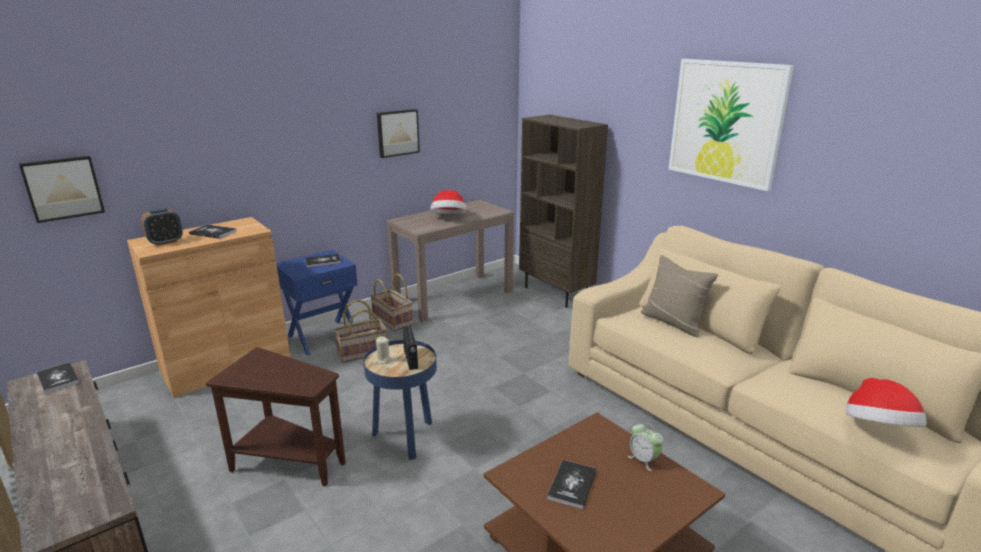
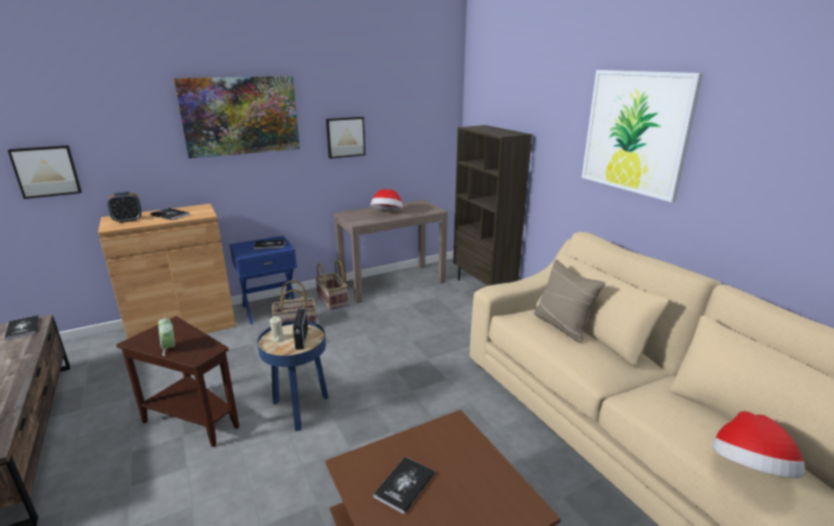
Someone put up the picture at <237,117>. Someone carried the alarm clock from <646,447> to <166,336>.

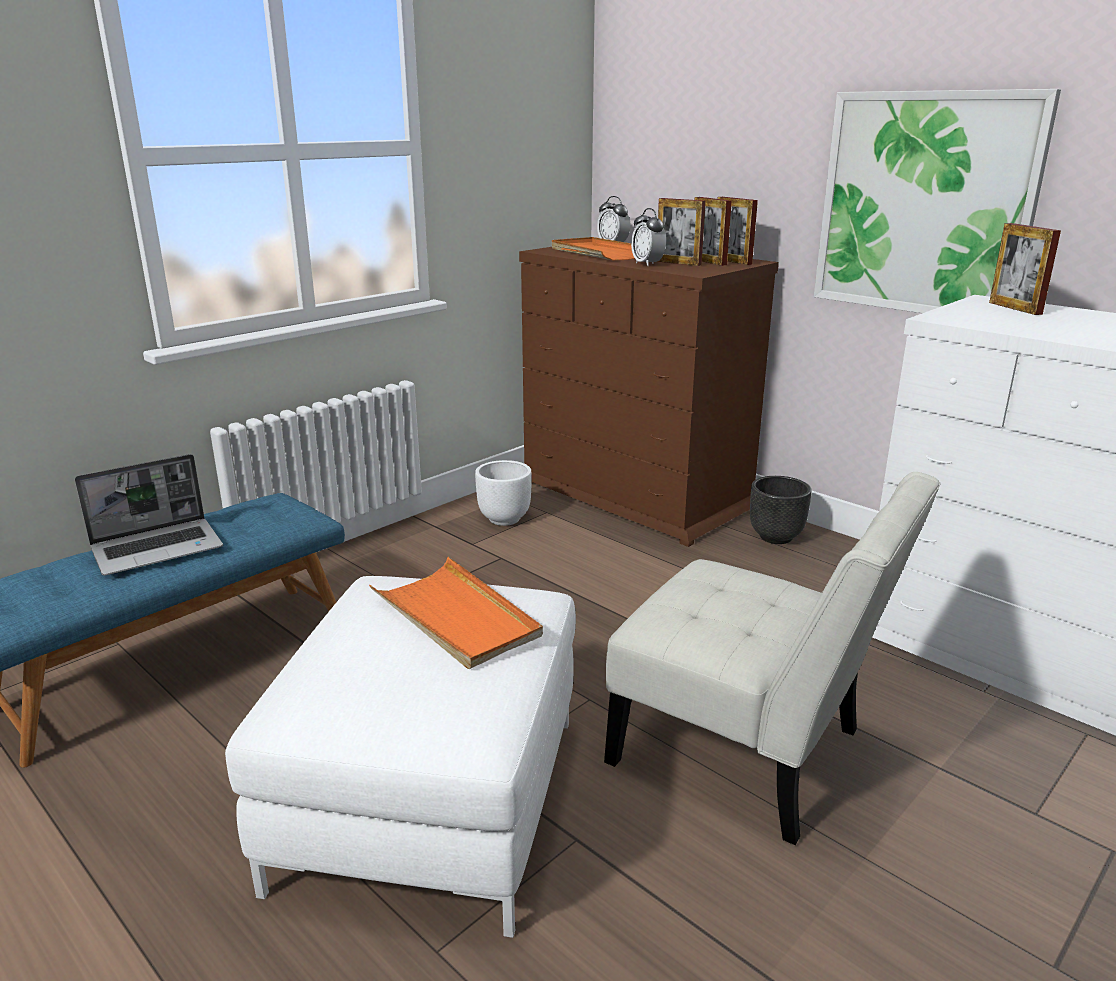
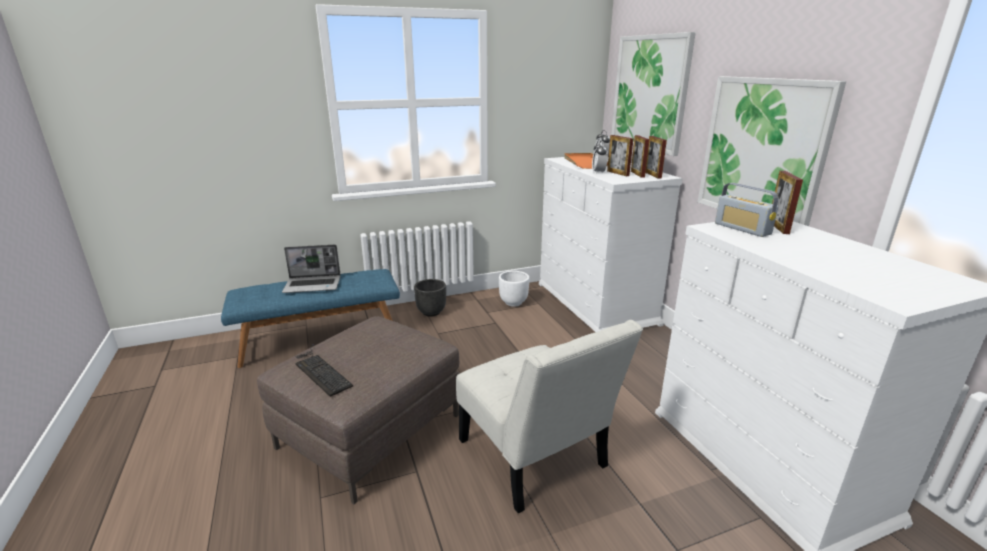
Someone took away the tray (orange) at <456,613>. Someone put down the keyboard at <324,370>. Someone put up the picture at <653,94>. Someone put down the radio at <746,210>. Someone carried the planter (black) from <781,510> to <430,298>. Someone repainted the ottoman (white) at <400,757>, which became the ottoman (brown) at <358,410>. Someone repainted the dresser (brown) at <649,397>, which became the dresser (white) at <610,244>.

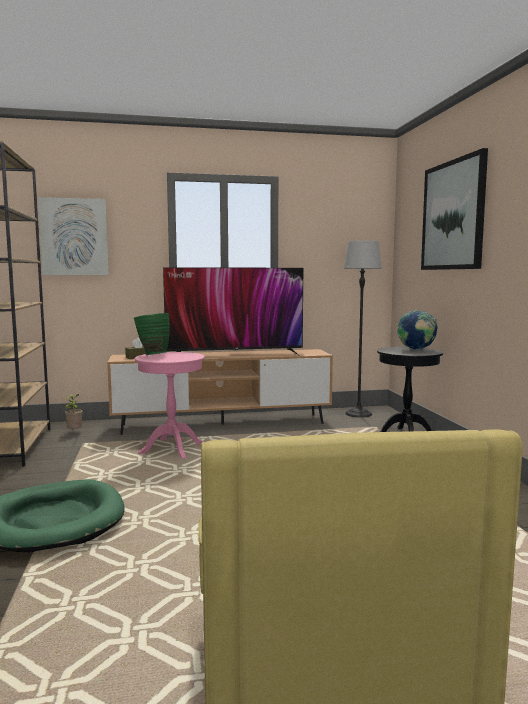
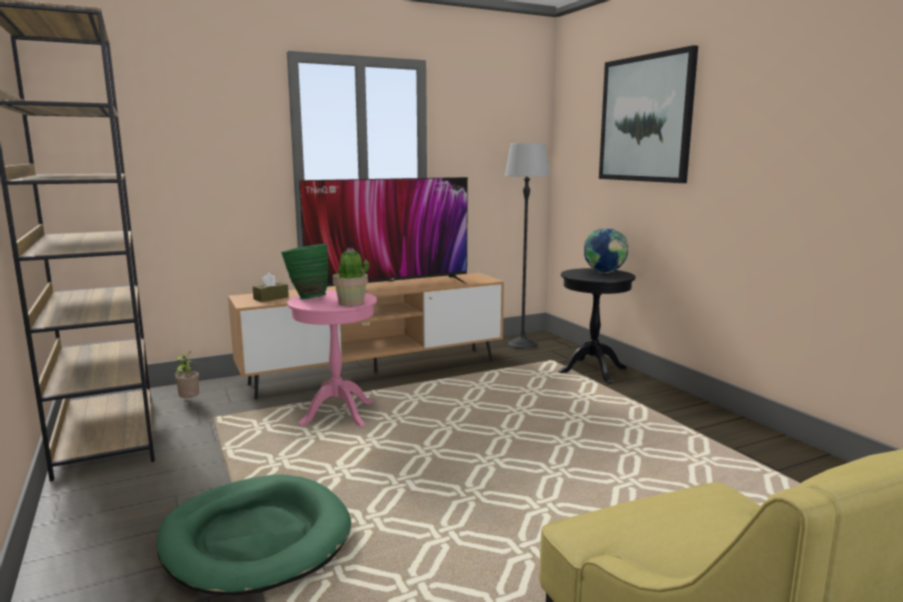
Someone took away the picture at <73,236>. Someone put down the potted plant at <351,276>.

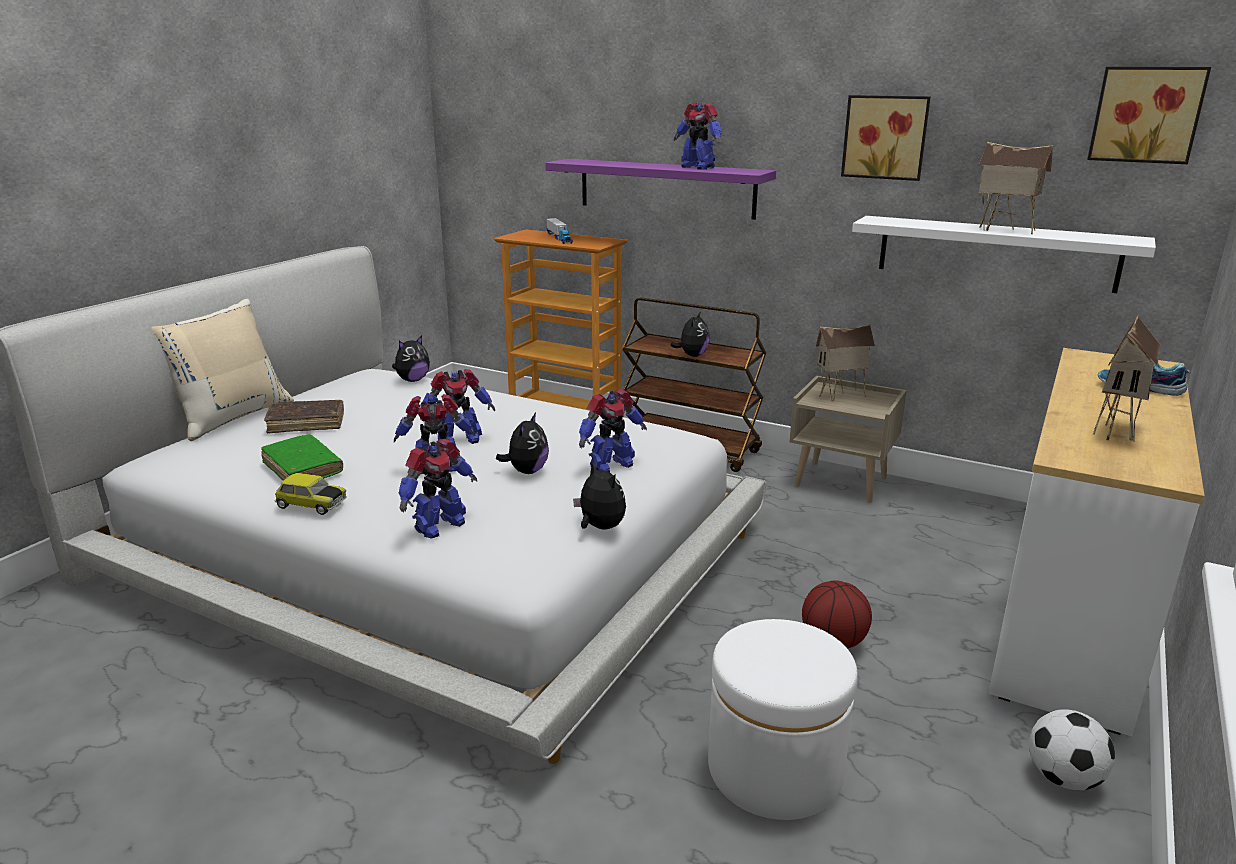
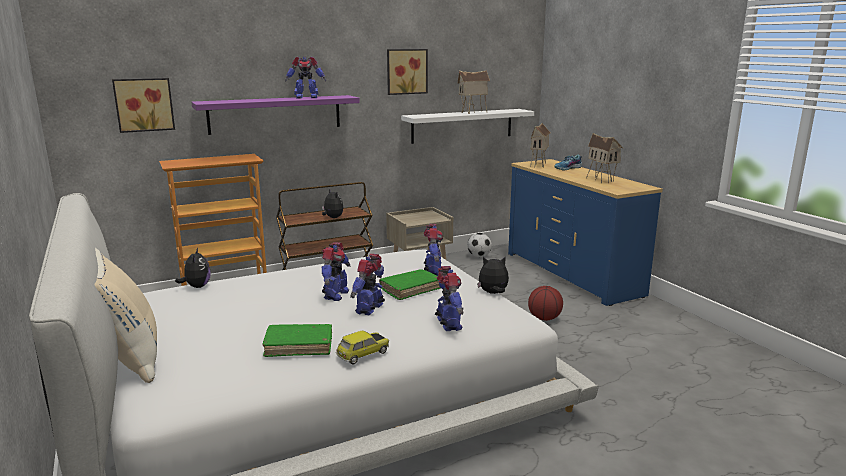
Someone took away the book (brown) at <304,417>. Someone took away the toy truck at <559,231>. Someone took away the ottoman (white) at <783,719>. Someone carried the toy house from <845,362> to <540,145>. Someone carried the football from <1072,749> to <479,245>. Someone carried the picture from <1149,115> to <143,105>. Someone swapped the plush toy at <522,443> for the book (green) at <410,284>. Someone repainted the dresser (white) at <1097,542>, which became the dresser (blue) at <585,232>.

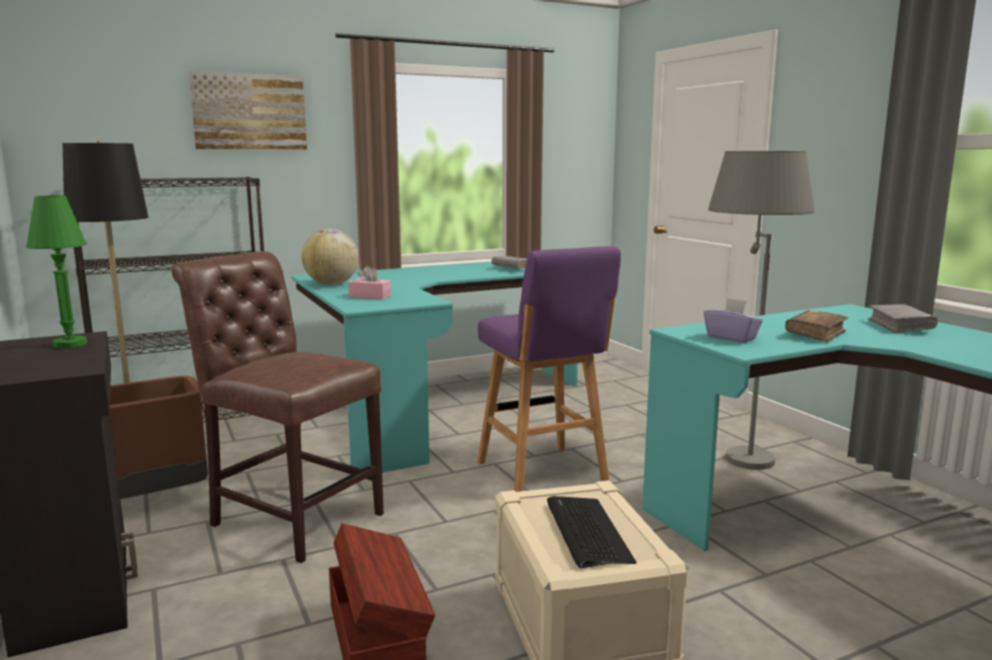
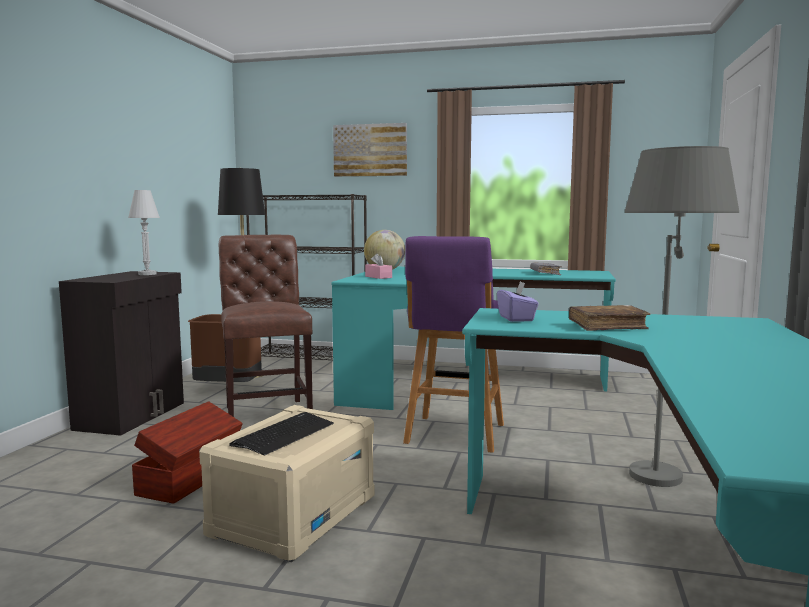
Someone took away the book (grey) at <903,318>. Someone repainted the table lamp (green) at <56,271>, which became the table lamp (white) at <144,232>.

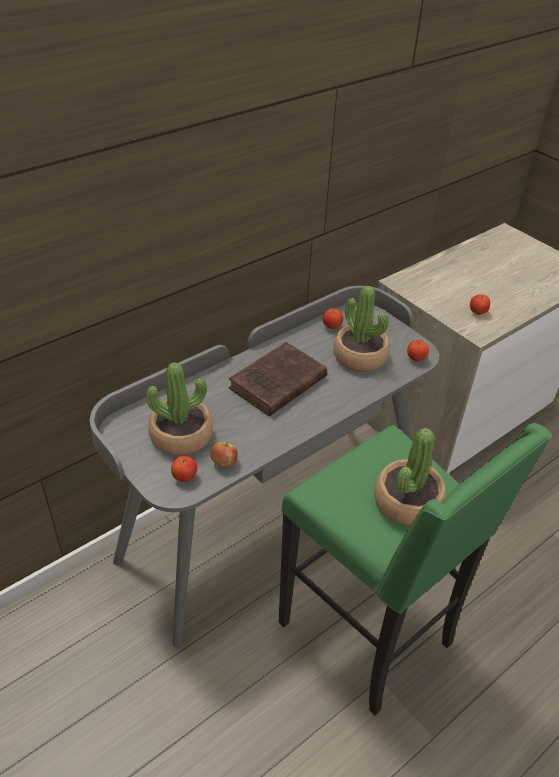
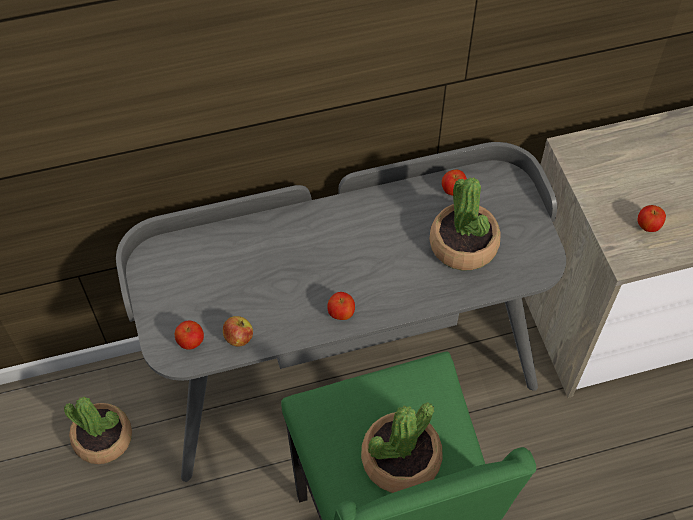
Someone took away the book (brown) at <278,379>. Someone carried the potted plant from <179,409> to <98,430>. Someone carried the apple from <418,350> to <341,306>.

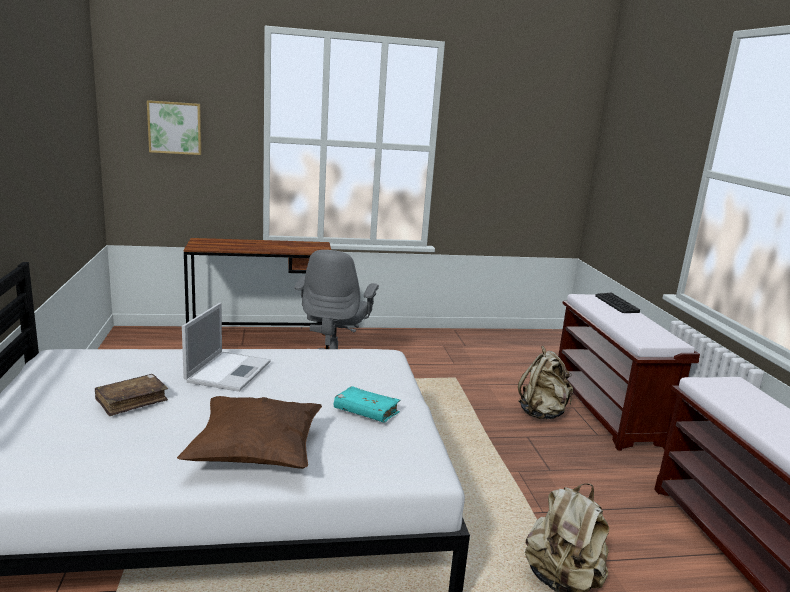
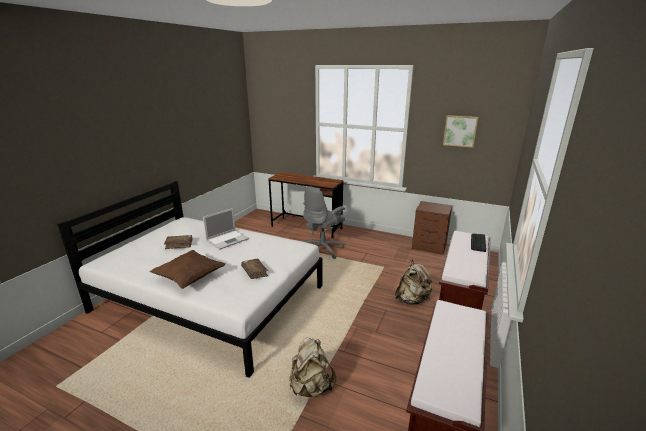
Someone put down the nightstand (brown) at <432,228>. Someone carried the picture from <174,127> to <460,131>. Someone repainted the book (turquoise) at <367,404>, which became the book (brown) at <254,268>.

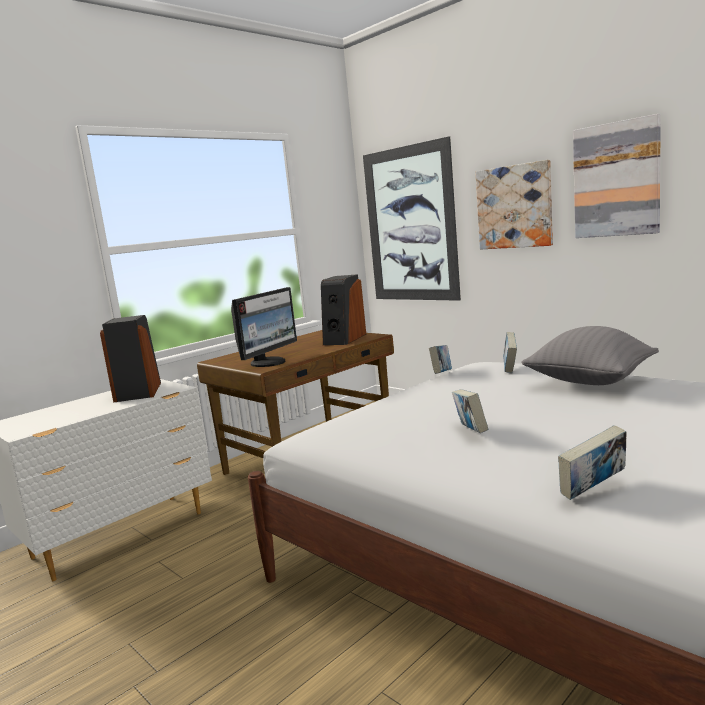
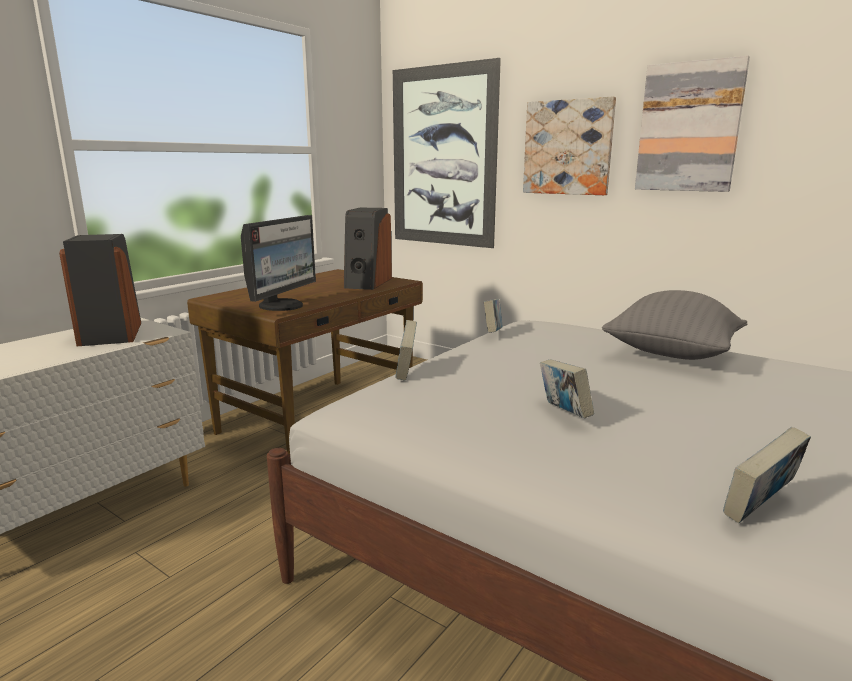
Someone carried the book from <510,352> to <406,350>.

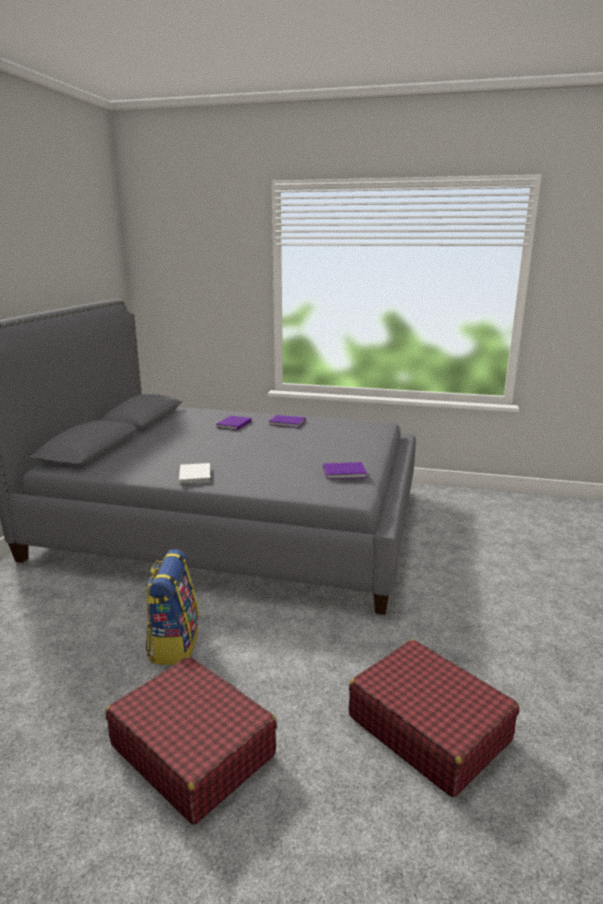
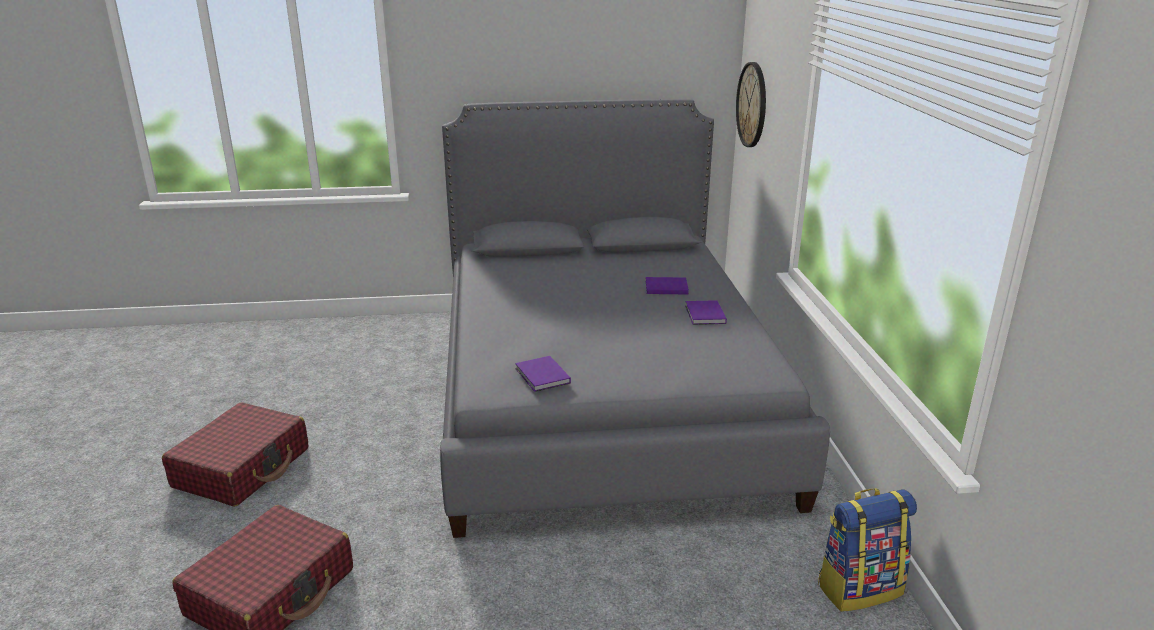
Someone took away the book (white) at <195,473>. Someone put up the wall clock at <751,104>. Someone carried the backpack from <172,607> to <867,550>.

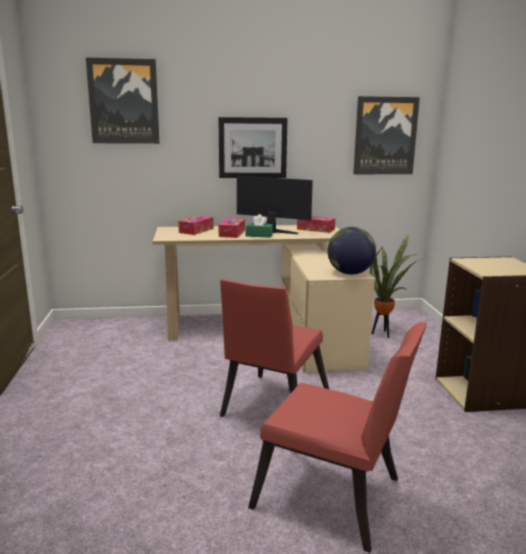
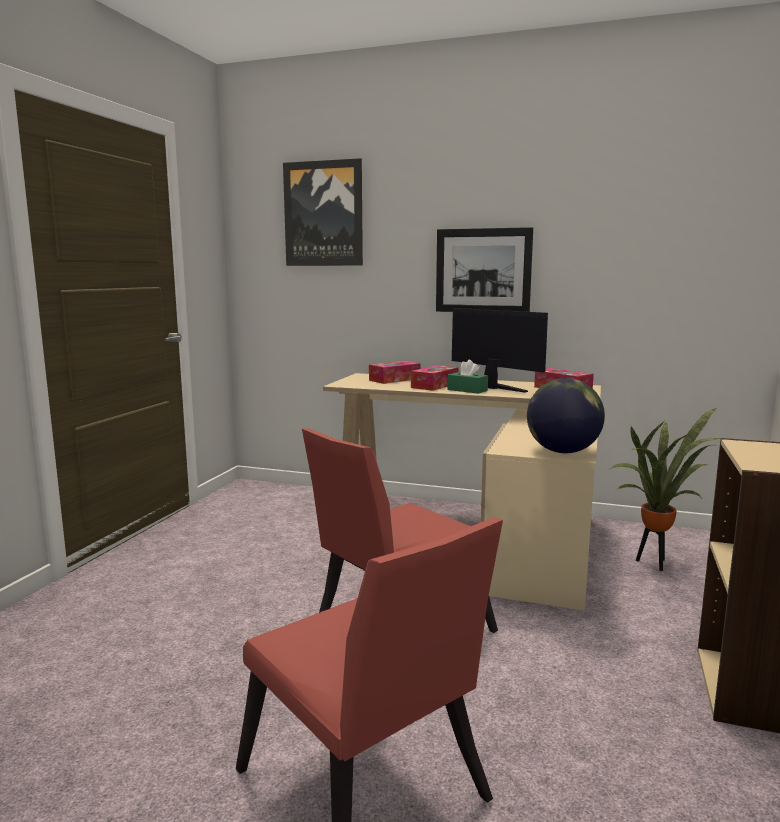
Someone took away the picture at <386,135>.

